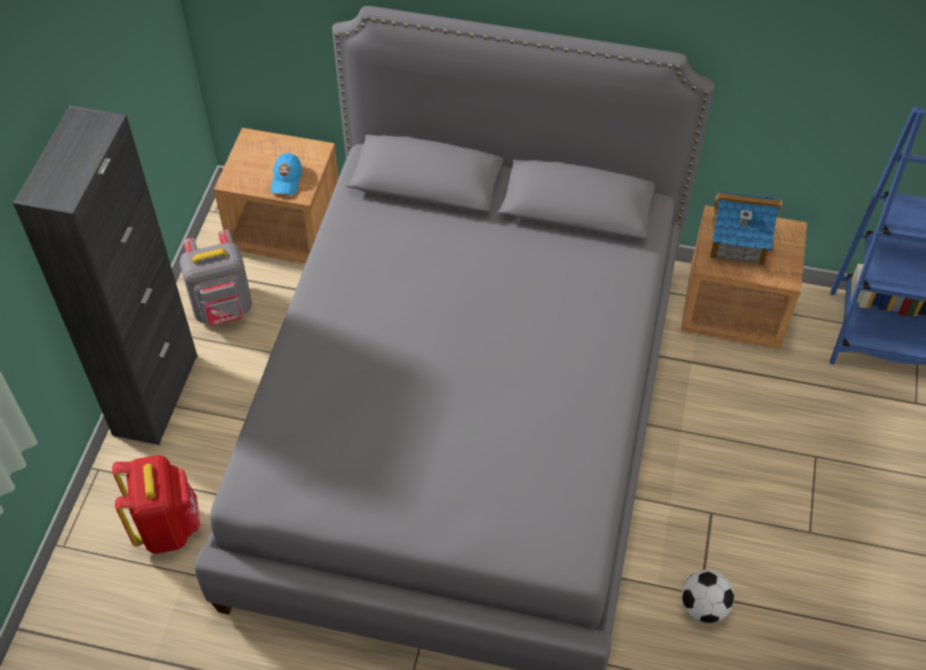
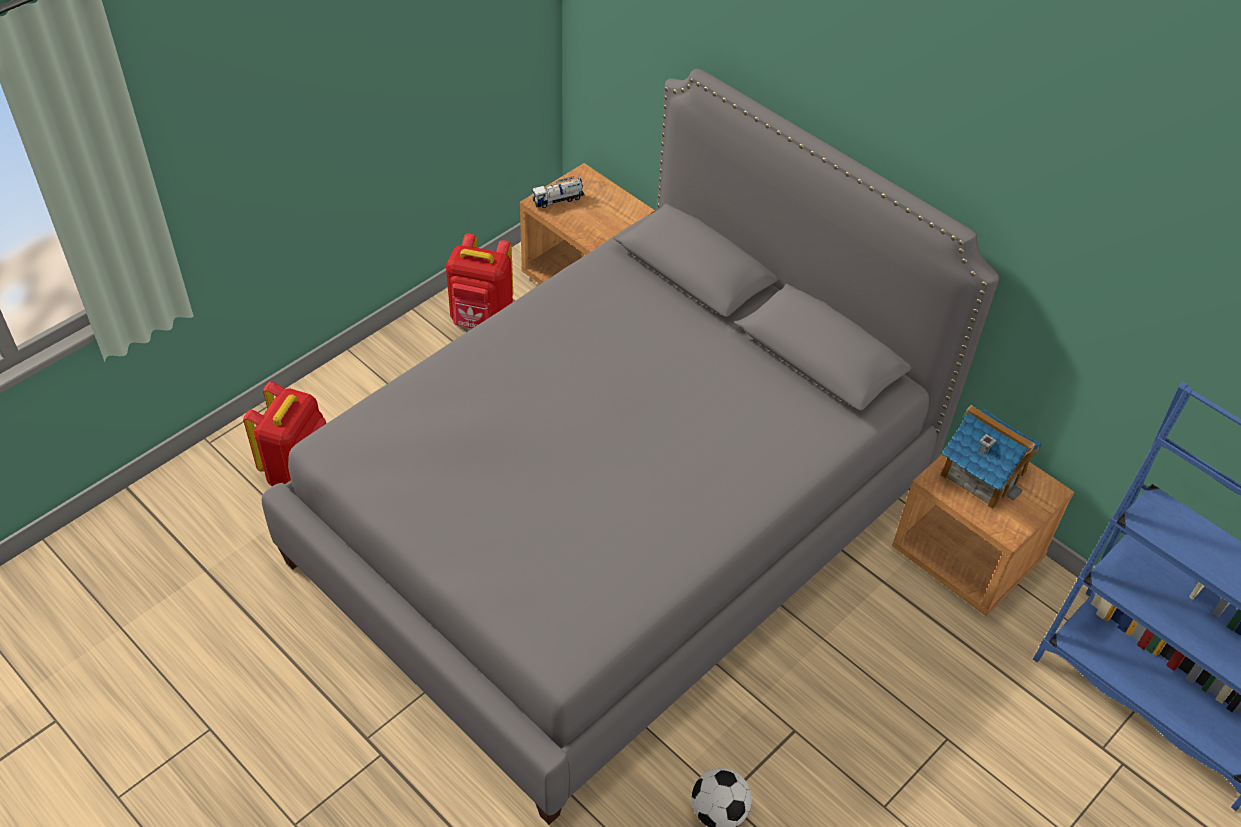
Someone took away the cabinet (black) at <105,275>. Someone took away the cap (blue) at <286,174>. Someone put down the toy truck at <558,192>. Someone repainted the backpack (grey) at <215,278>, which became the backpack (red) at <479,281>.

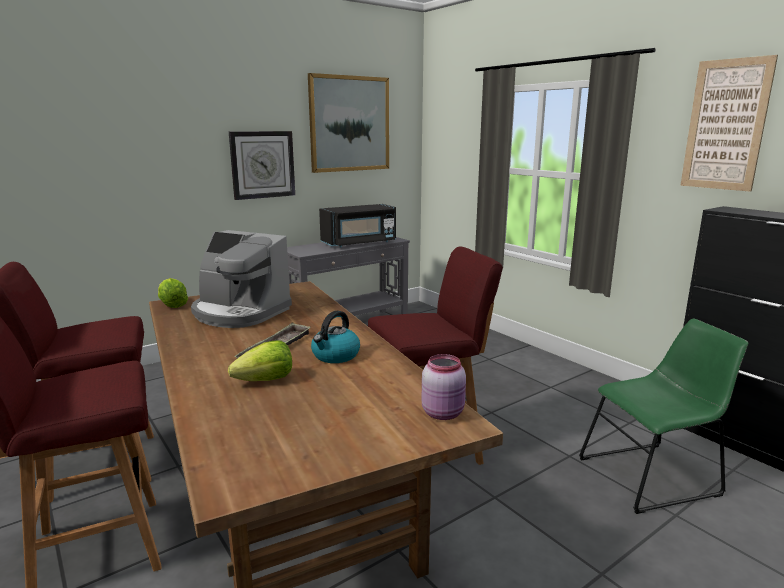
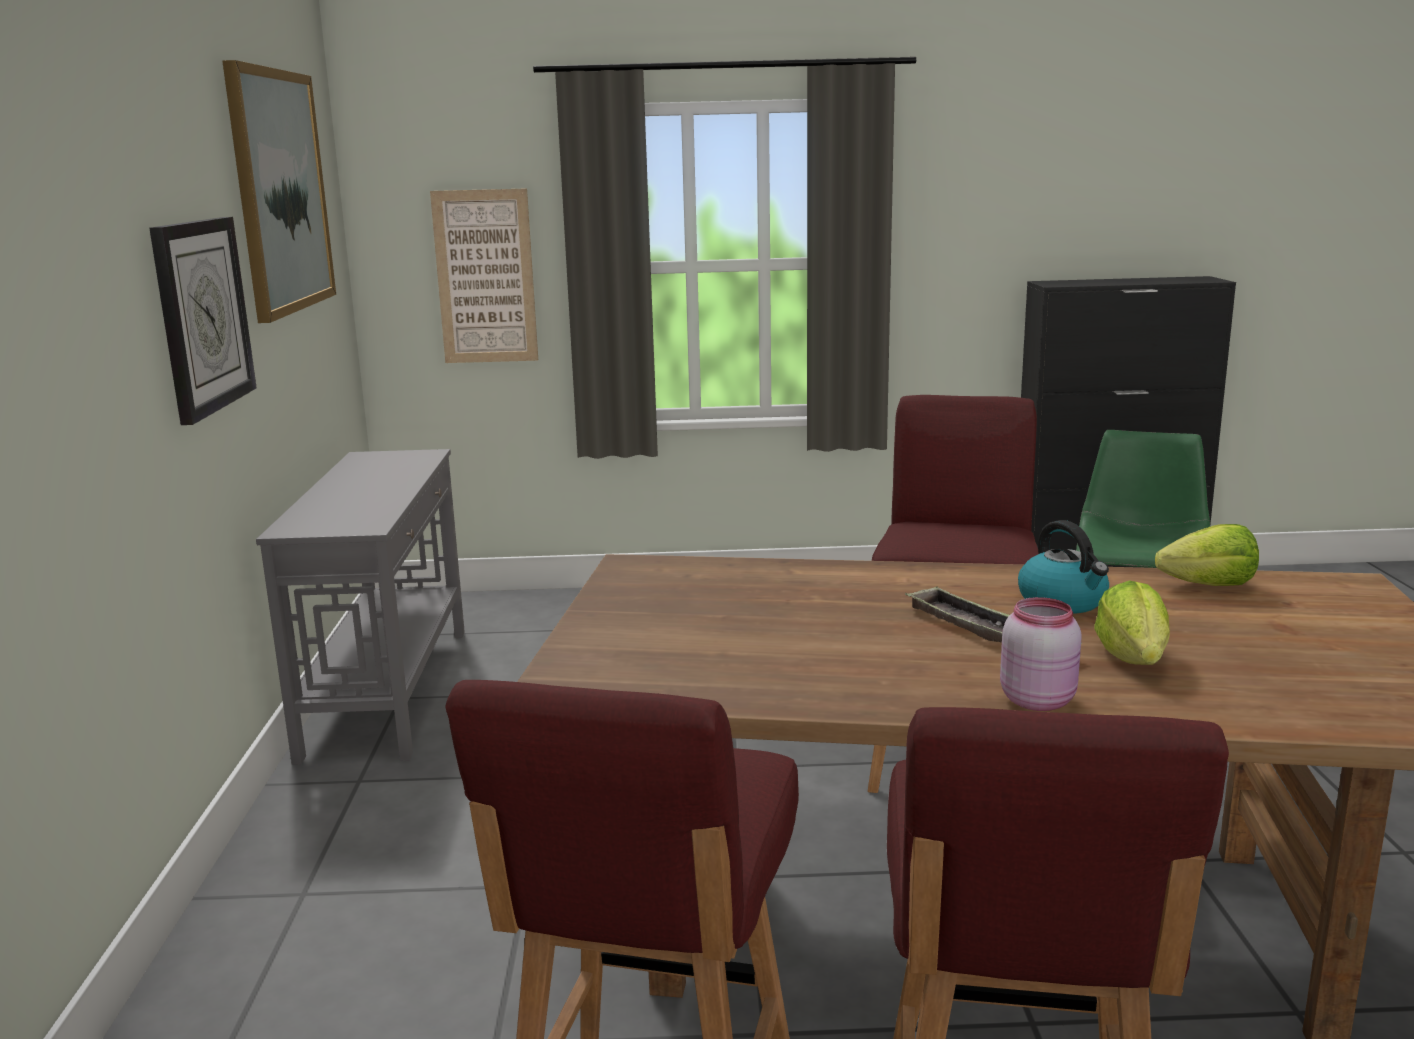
Someone took away the coffee machine at <241,279>. Someone took away the microwave (black) at <357,226>. Someone carried the lettuce from <173,293> to <1207,555>. Someone carried the jar (pink) from <443,387> to <1041,654>. Someone carried the picture from <729,123> to <484,275>.

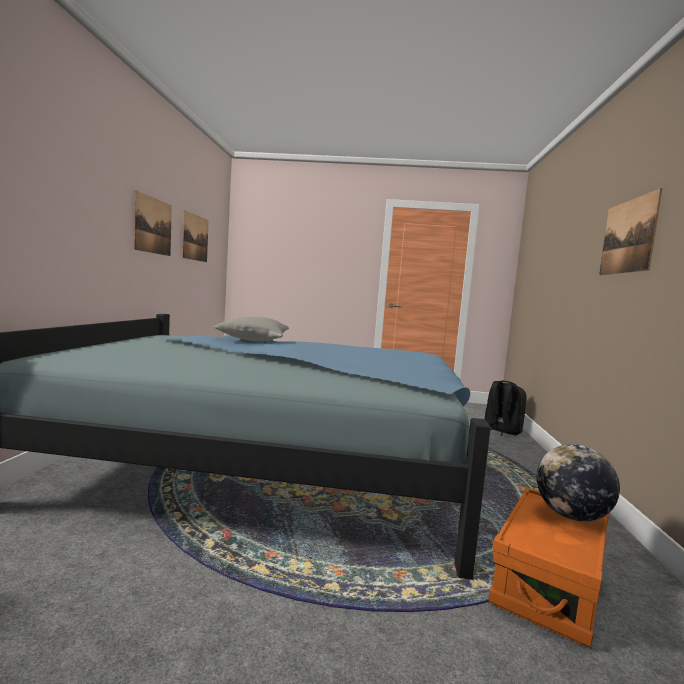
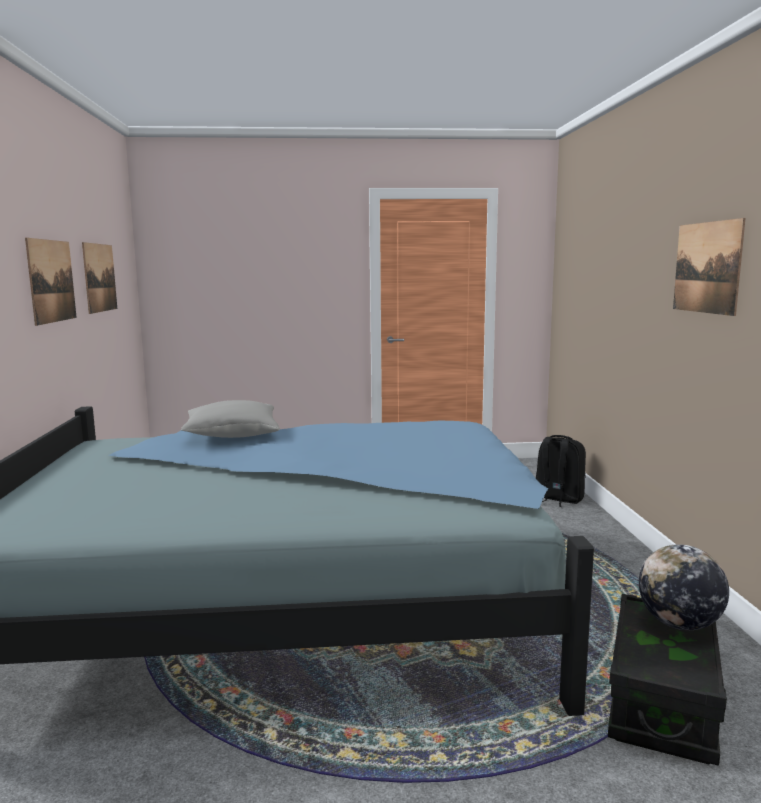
Someone repainted the storage box (orange) at <548,567>, which became the storage box (black) at <667,679>.

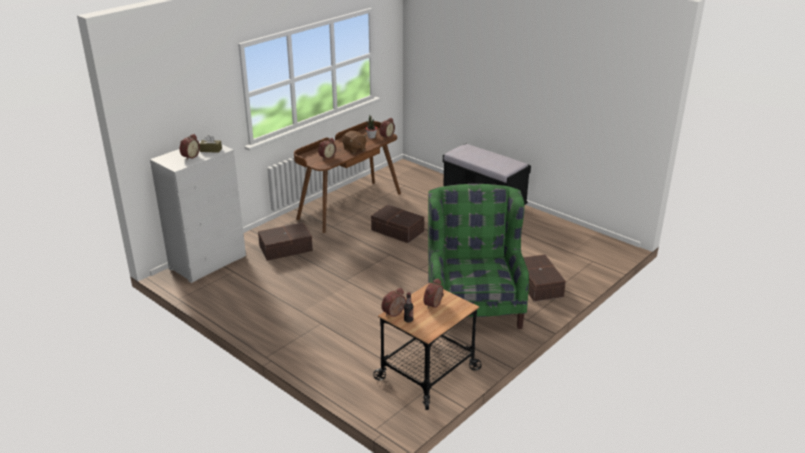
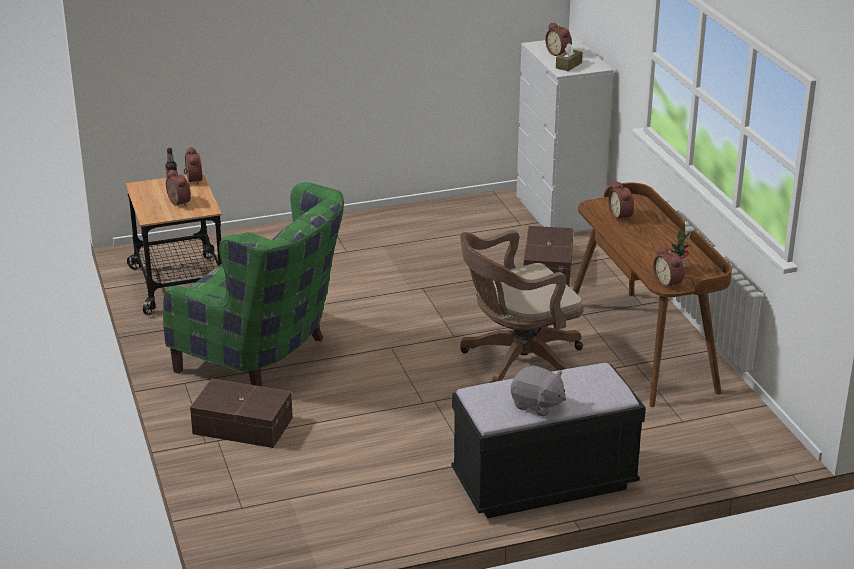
Someone took away the plush toy (brown) at <354,142>. Someone put down the plush toy (grey) at <538,391>. Someone swapped the storage box (brown) at <398,224> for the office chair (brown) at <521,306>.

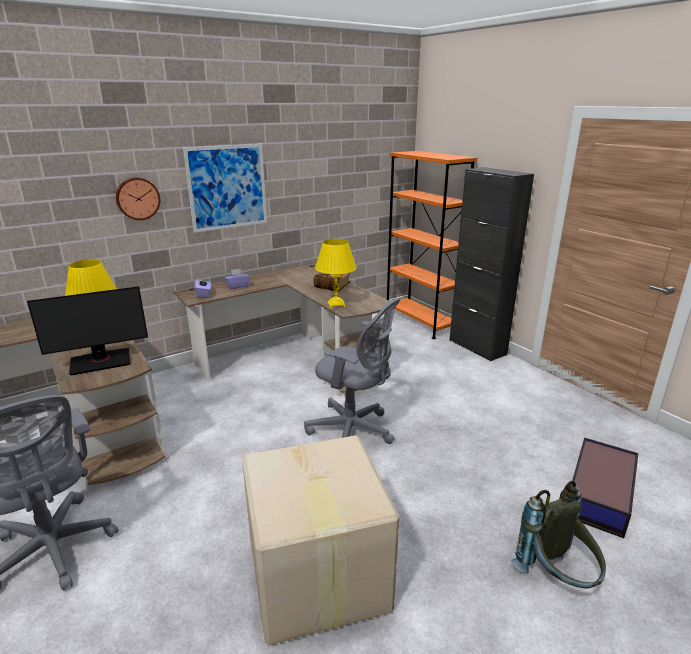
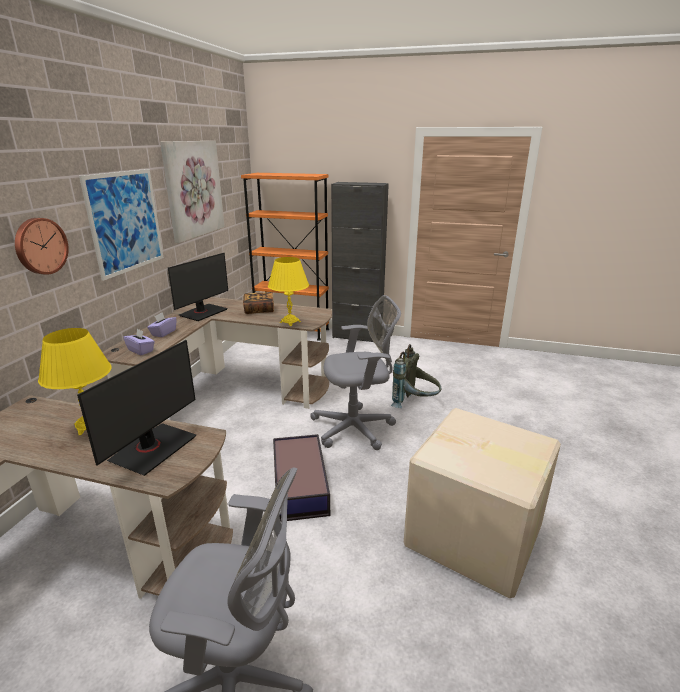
Someone put up the picture at <192,192>. Someone put down the monitor at <198,287>. Someone carried the backpack (grey) from <558,534> to <416,376>. Someone carried the storage box from <605,487> to <301,478>.

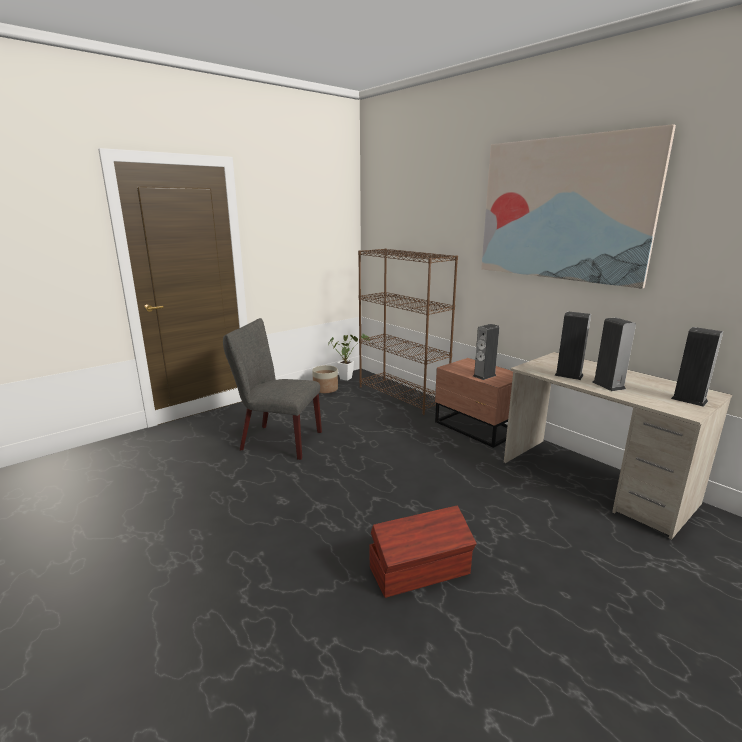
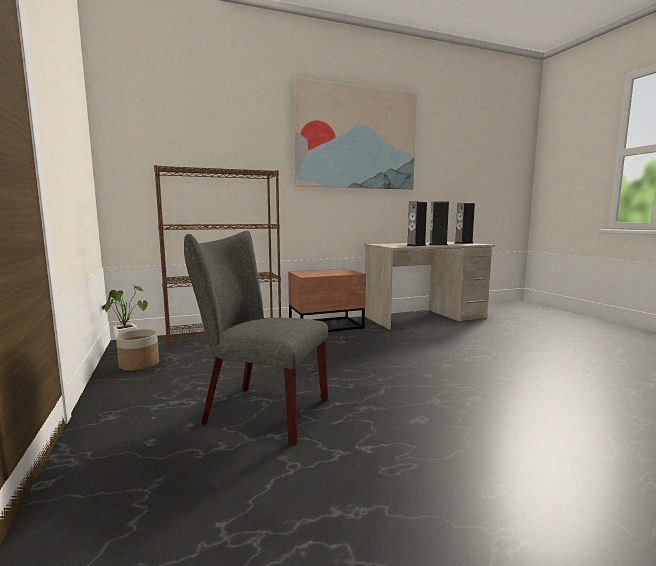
Someone took away the storage box (brown) at <423,551>. Someone took away the speaker at <486,352>. Someone rotated the chair (grey) at <272,389> by 75 degrees clockwise.

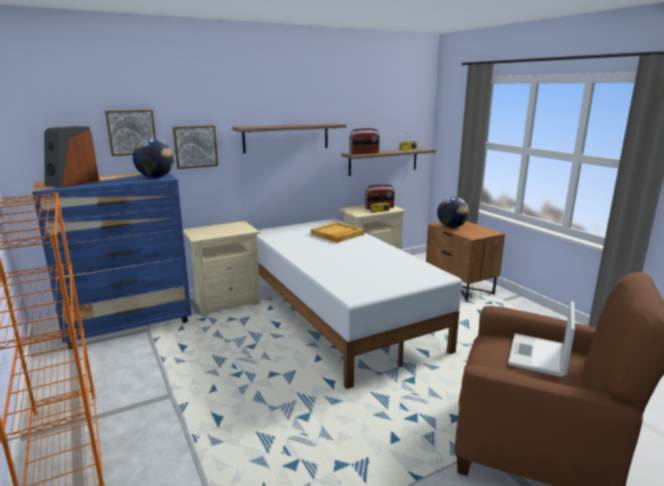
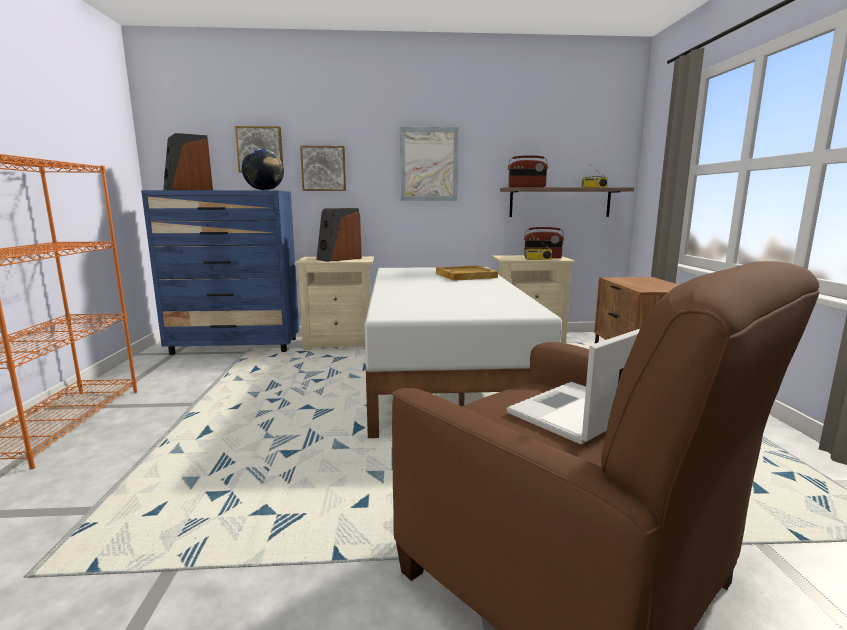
Someone took away the globe at <453,212>. Someone put down the speaker at <339,235>. Someone swapped the shelf at <289,138> for the picture at <429,164>.

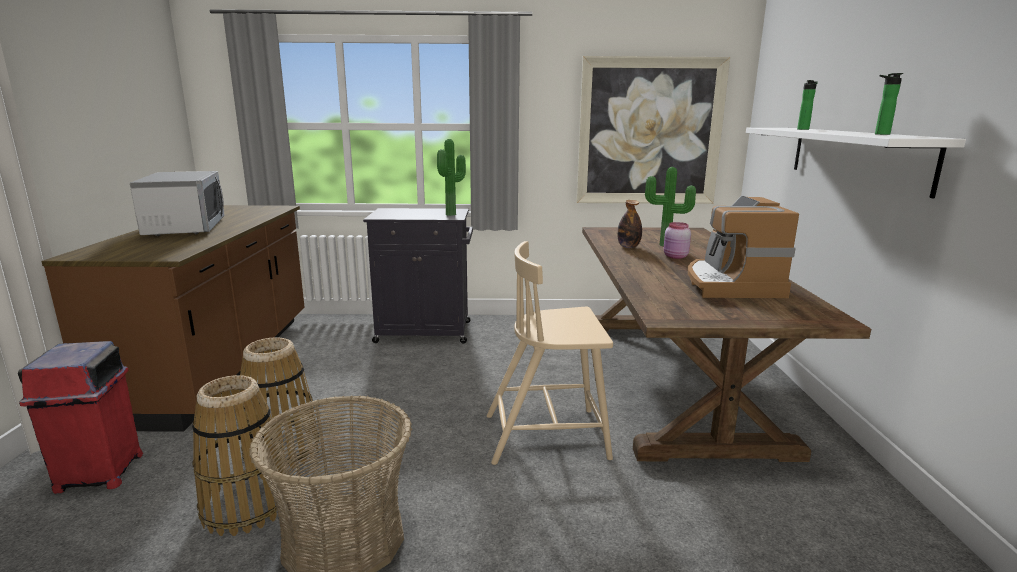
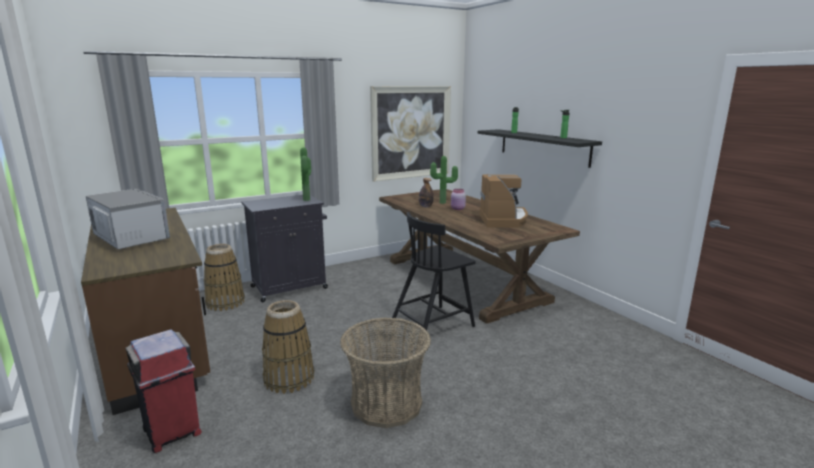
Someone carried the basket from <238,455> to <224,277>. Someone repainted the chair (beige) at <550,353>, which became the chair (black) at <433,279>. Someone repainted the shelf (white) at <856,163>, which became the shelf (black) at <540,148>. Someone rotated the coffee machine at <743,247> by 150 degrees counterclockwise.

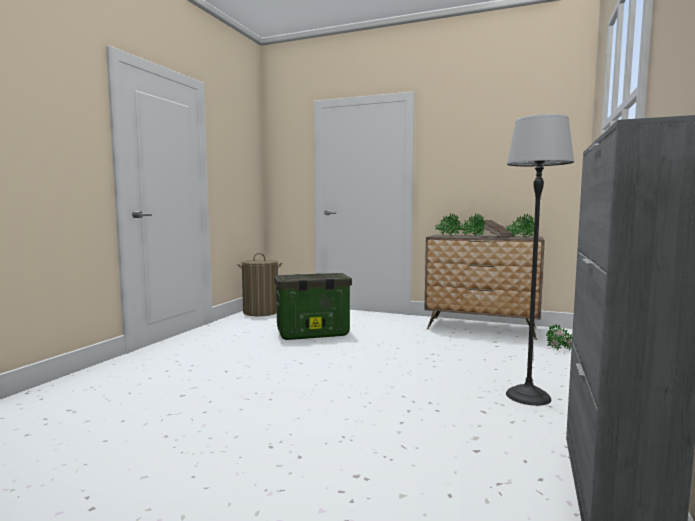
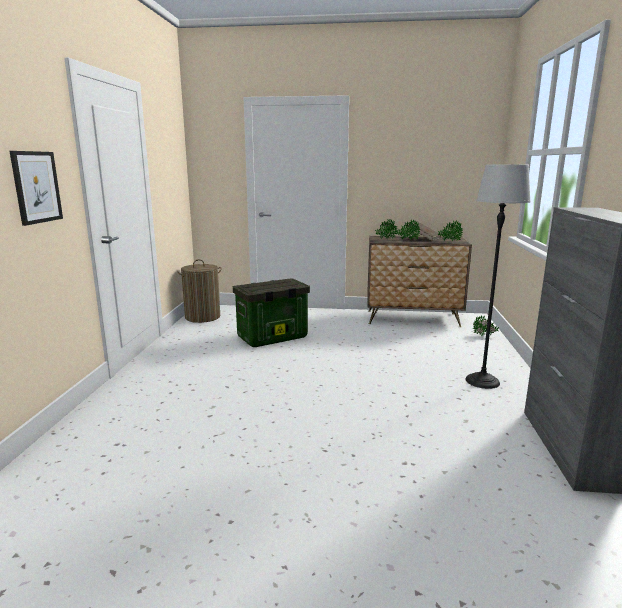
Someone put up the picture at <36,188>.

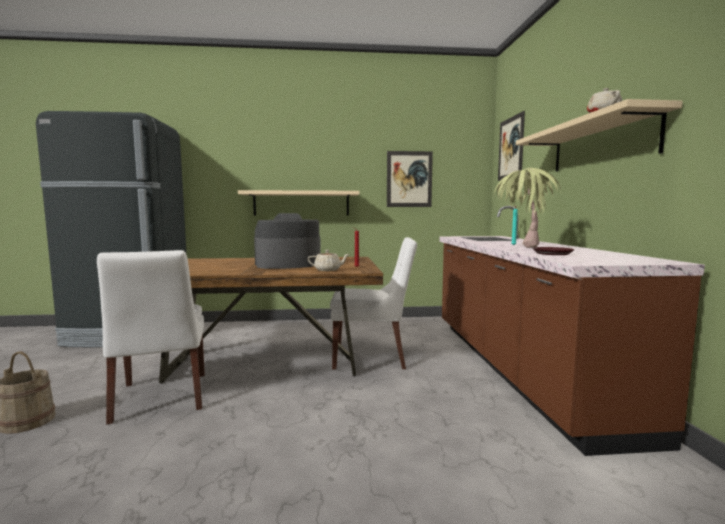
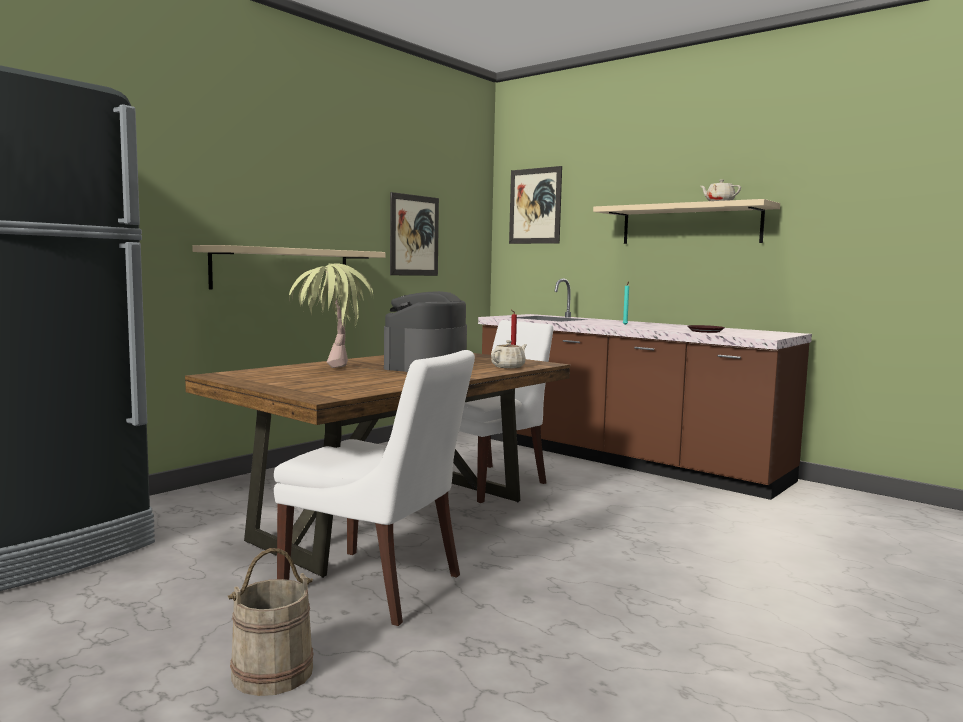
Someone carried the potted plant from <527,208> to <331,315>.

